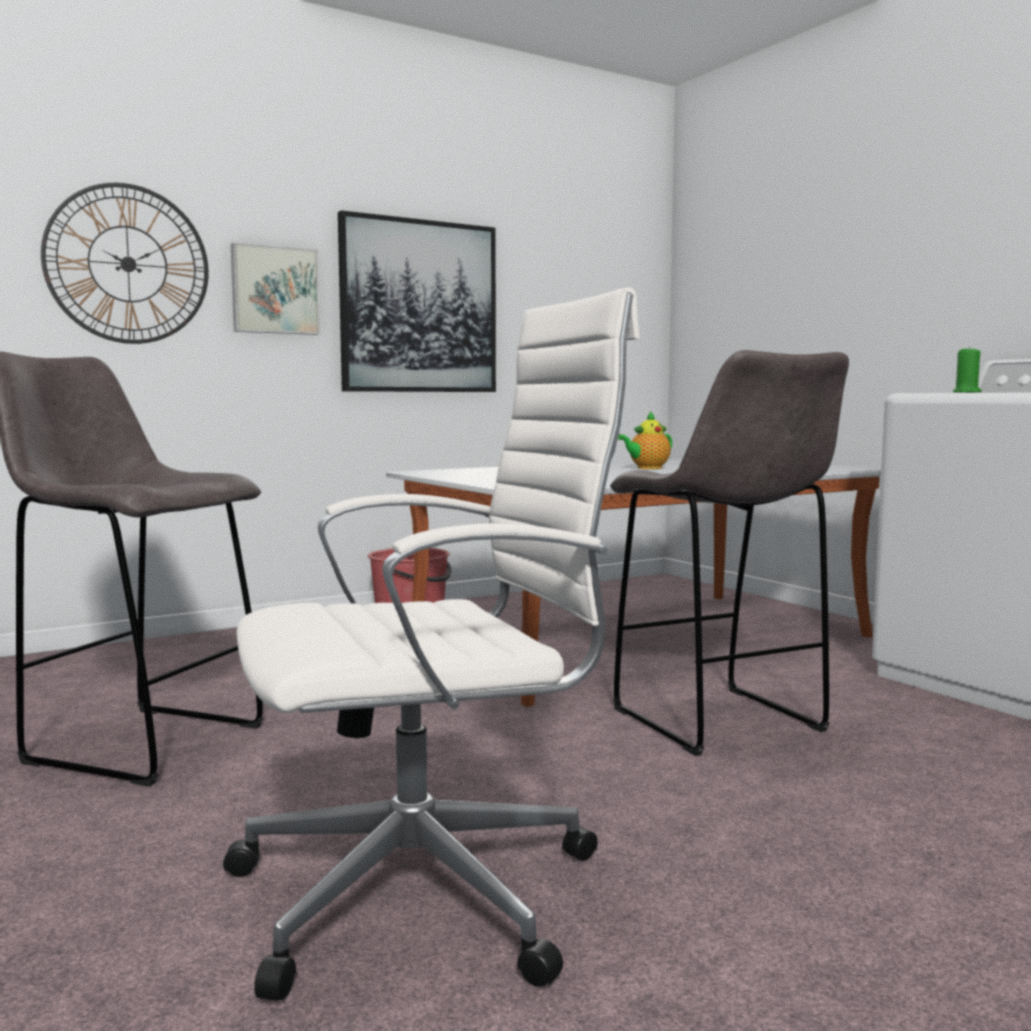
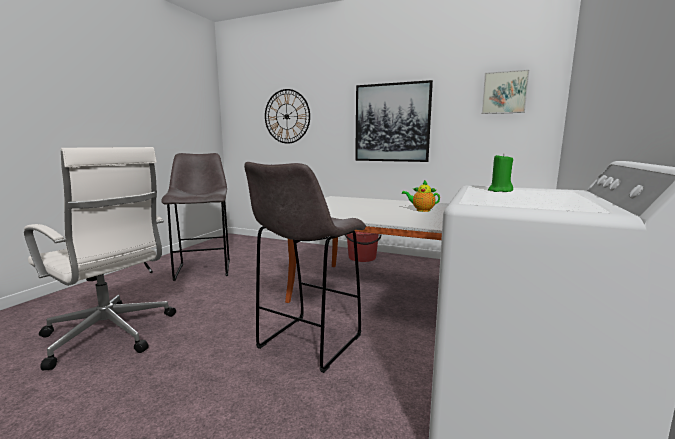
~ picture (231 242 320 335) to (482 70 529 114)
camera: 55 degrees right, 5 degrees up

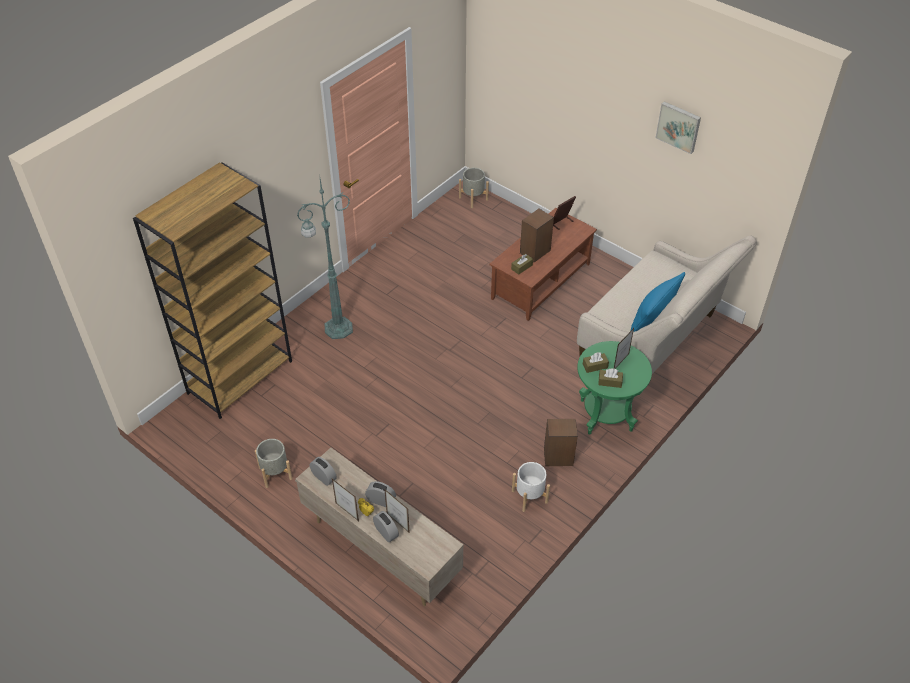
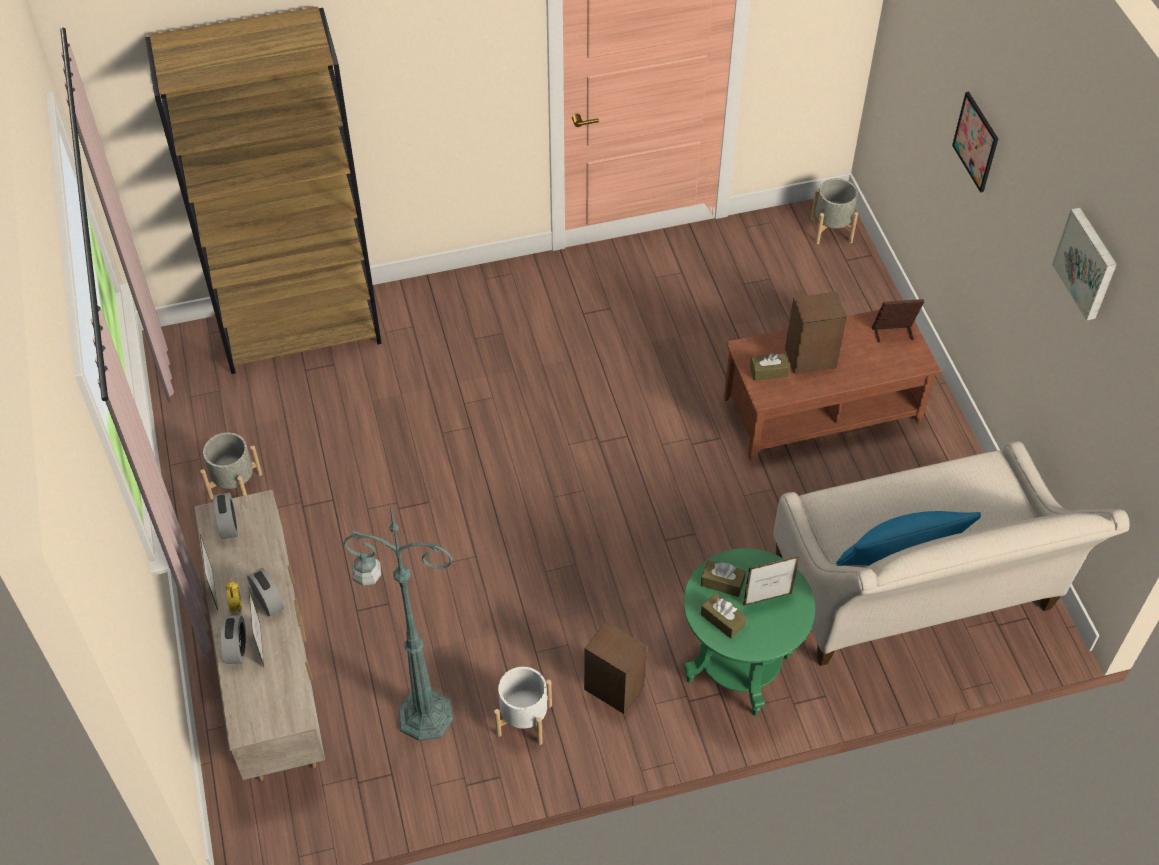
+ picture (952 92 998 193)
~ floor lamp/green (297 173 353 339) to (343 504 453 741)
camera: 35 degrees right, 5 degrees up

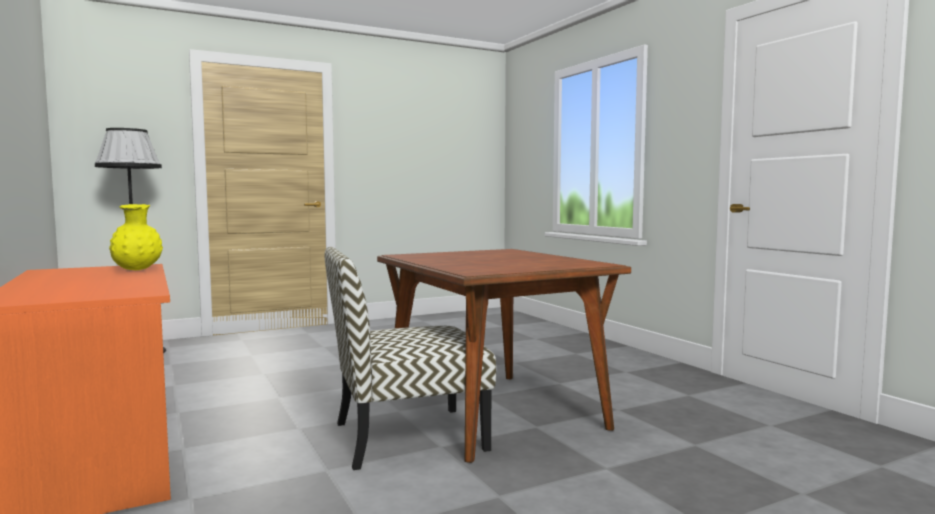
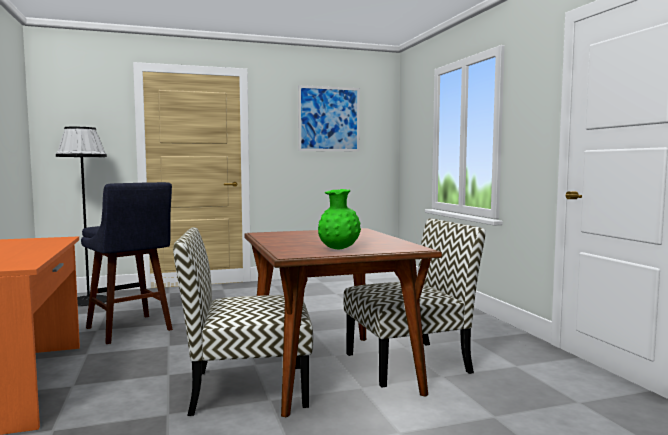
- vase/yellow (109 204 163 270)
+ stool/blue (81 182 173 344)
+ picture (298 85 360 151)
+ vase/green (318 189 361 249)
+ chair (344 218 486 388)
camera: 10 degrees right, 0 degrees up

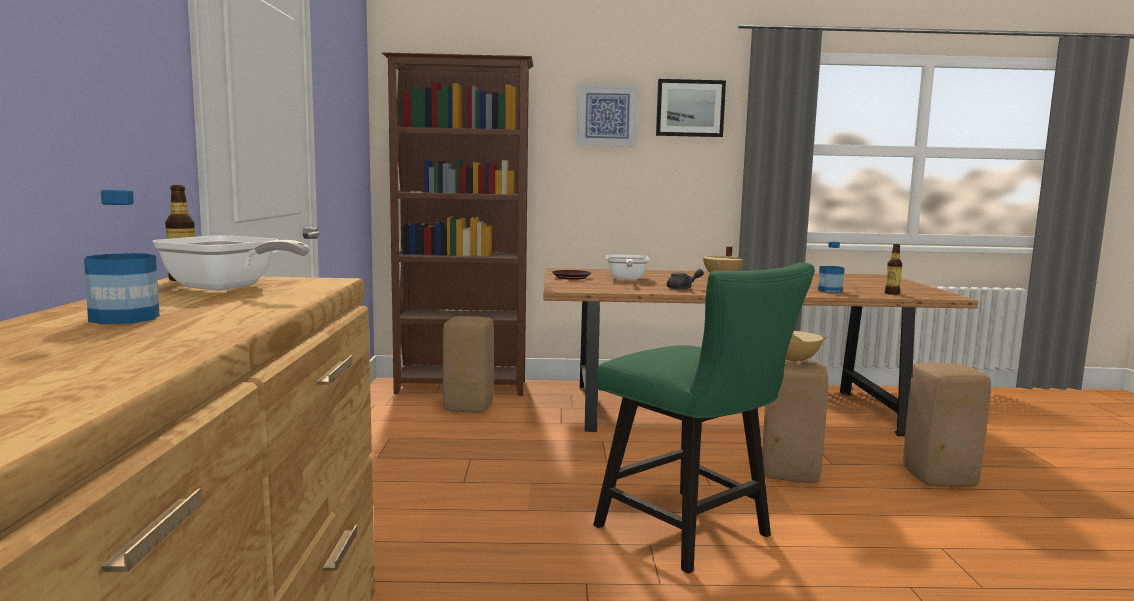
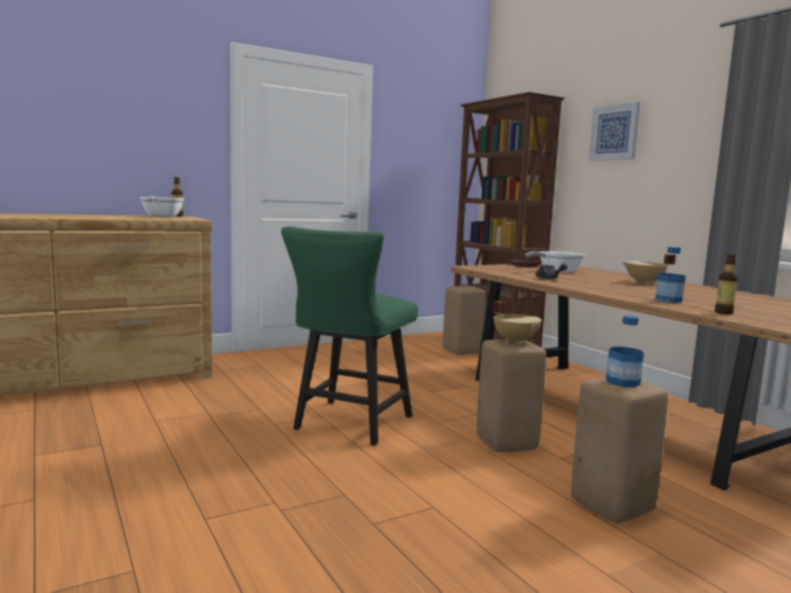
- picture (656 79 726 137)
~ bottle (84 189 160 325) to (606 315 644 387)
camera: 60 degrees right, 0 degrees up

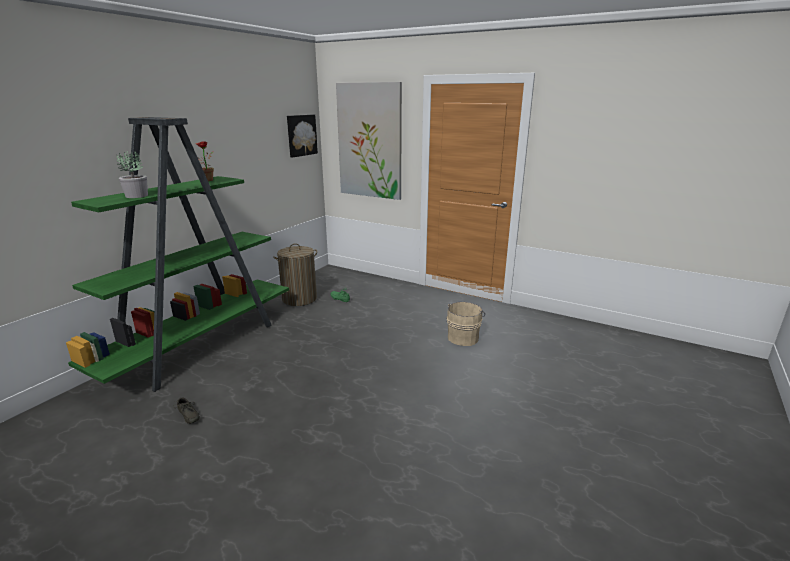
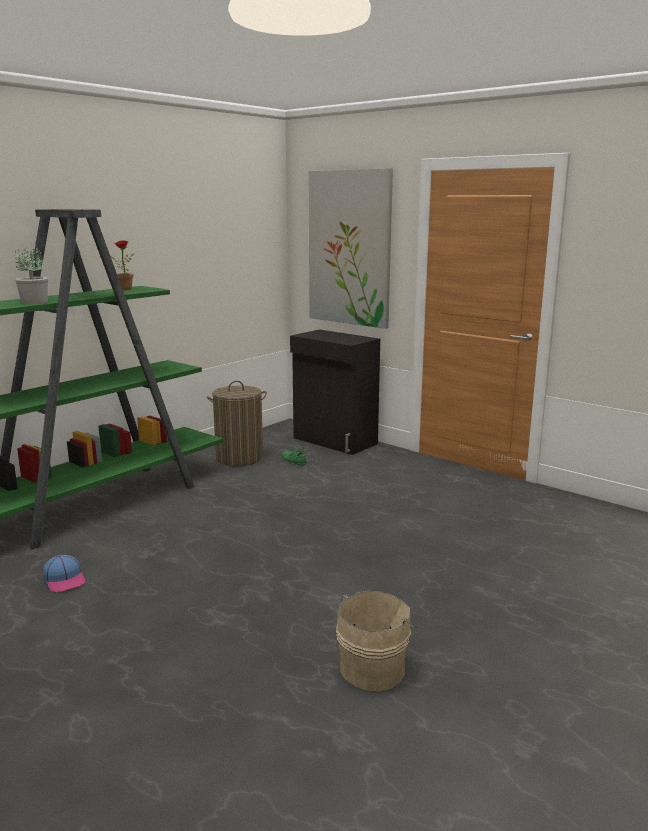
- picture (287 114 318 157)
+ cabinet/black (290 329 380 455)
~ bucket/beige (447 302 485 346) to (336 591 418 692)
~ shoe/grey (173 398 200 424) to cap (43 555 85 592)
camera: 10 degrees right, 5 degrees down

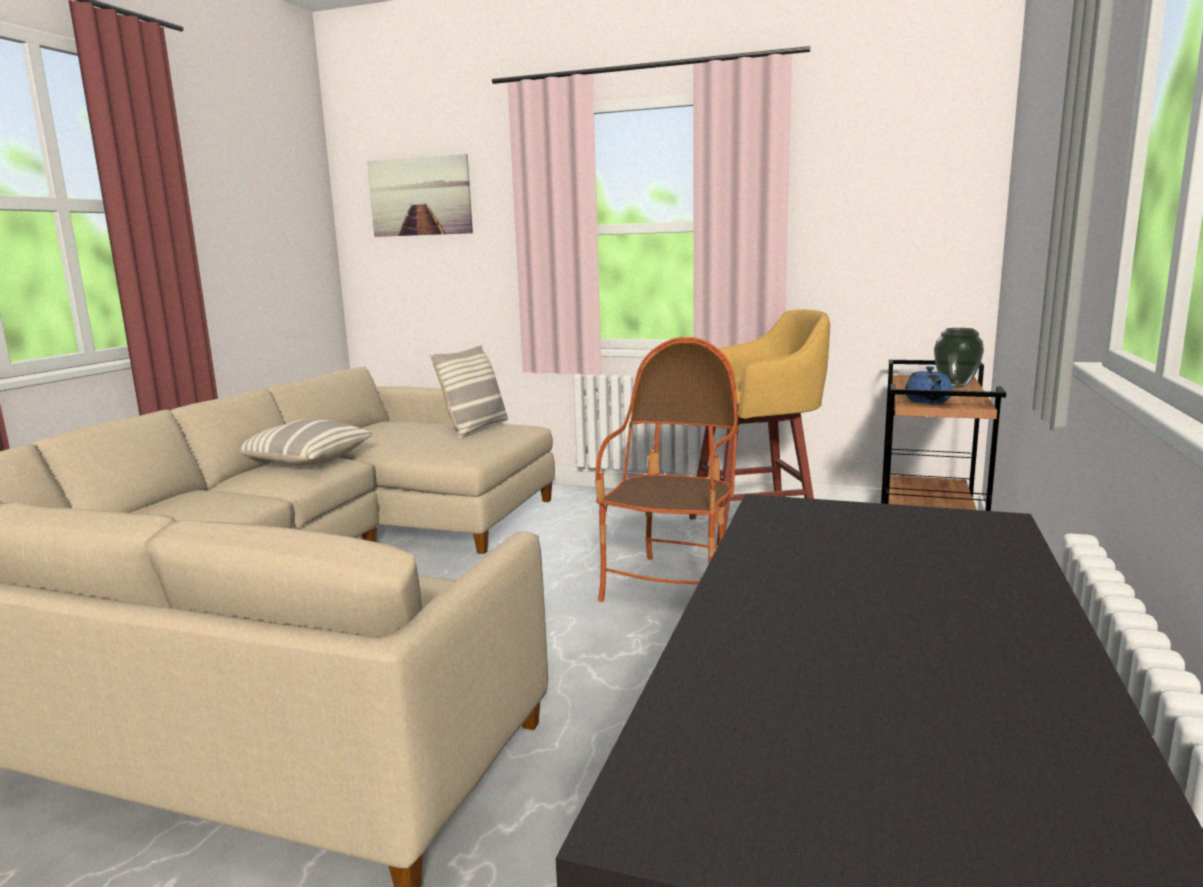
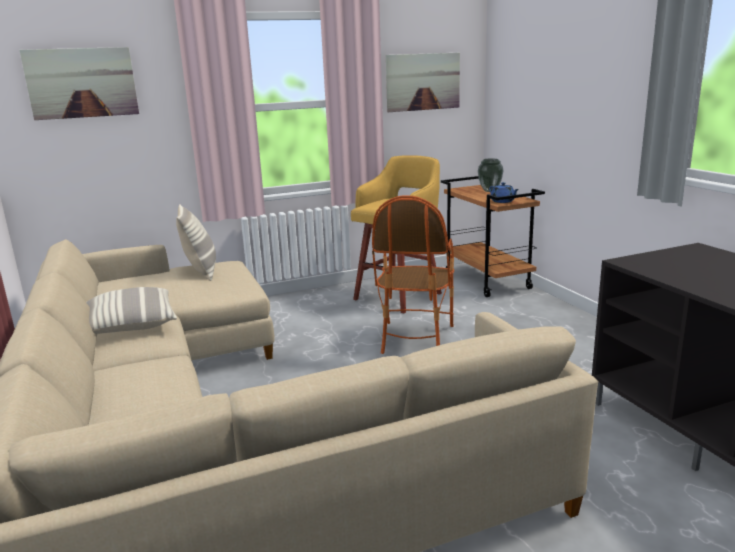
+ picture (386 52 460 112)
~ armchair (595 337 738 602) = (372 196 454 354) 150 degrees counterclockwise
camera: 40 degrees left, 5 degrees up

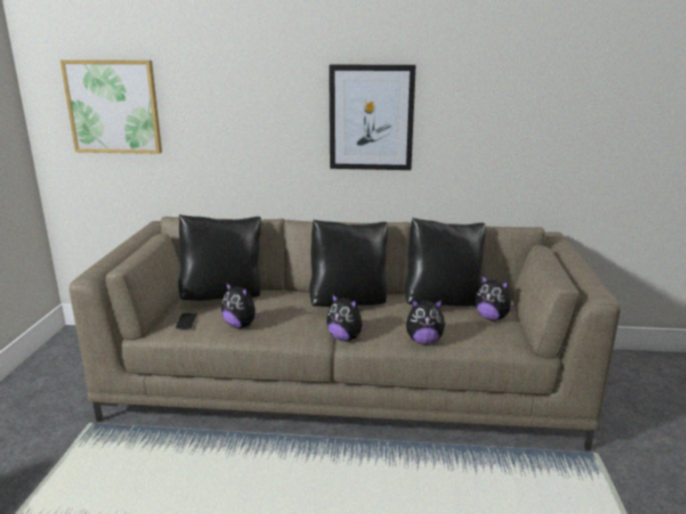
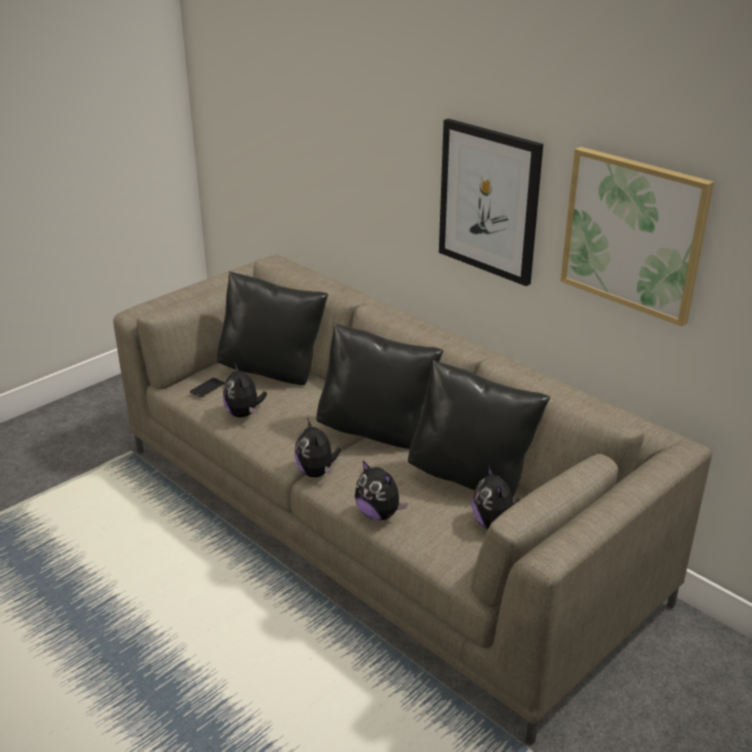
~ picture (60 60 162 154) to (560 147 714 327)
camera: 40 degrees right, 10 degrees up

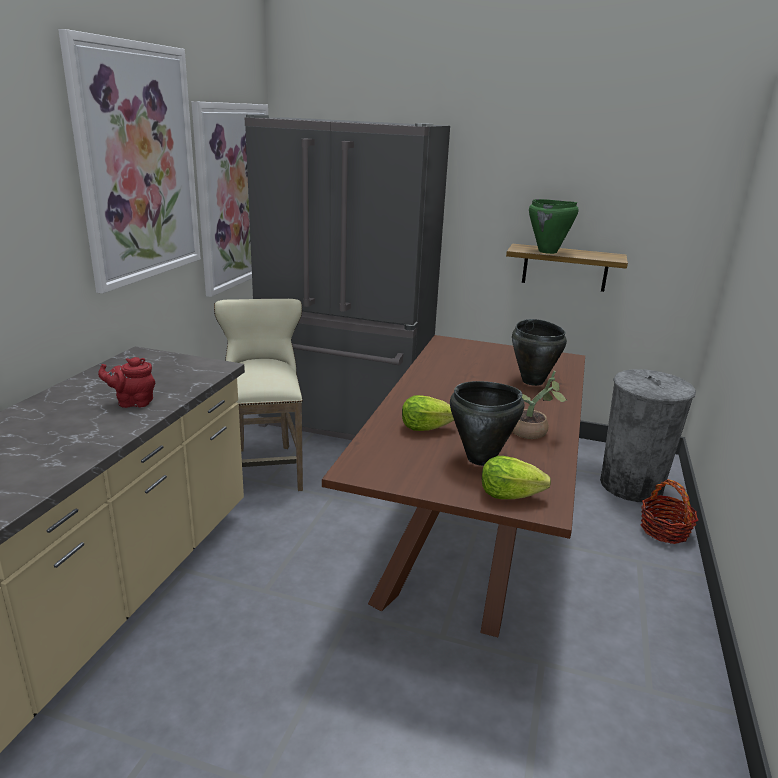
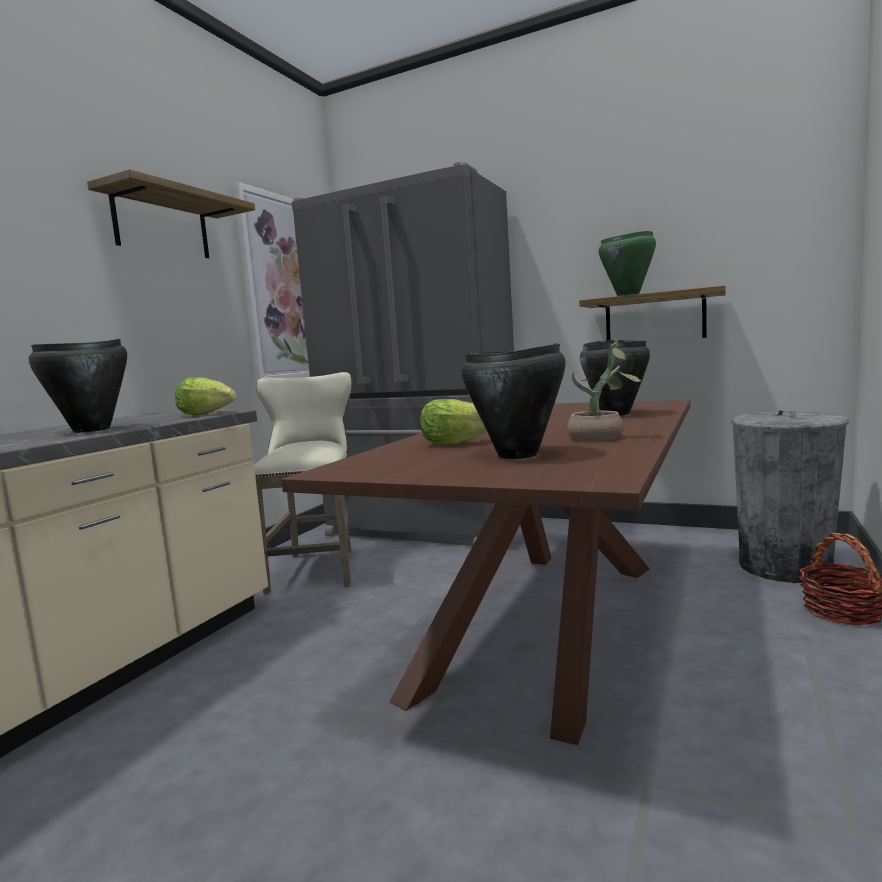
~ lettuce (482 456 551 499) to (175 377 236 415)
~ picture (58 29 201 294) to shelf (87 169 255 258)
~ teapot/red (98 357 155 408) to cooking pot/black (29 339 127 433)
camera: 10 degrees right, 15 degrees down

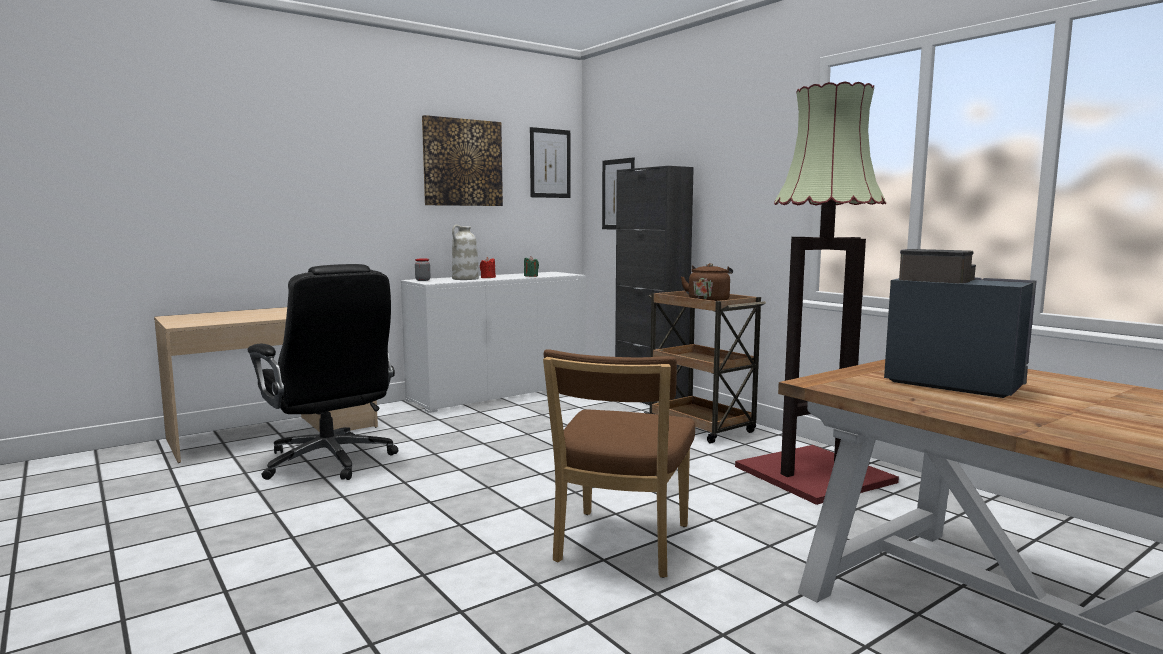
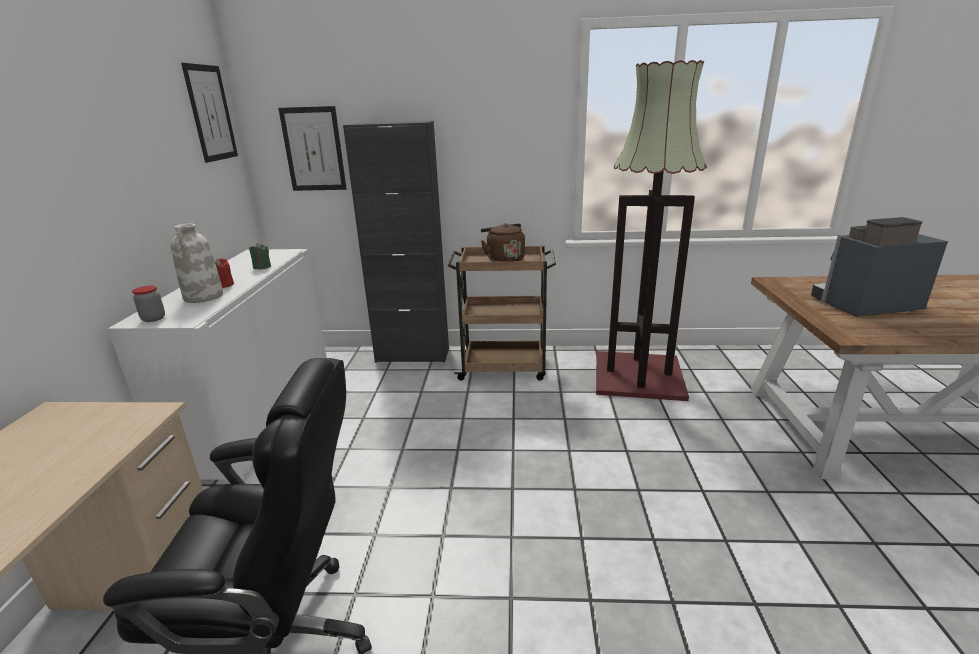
- picture (422 115 503 206)
- chair/brown (543 349 695 578)
camera: 50 degrees left, 15 degrees up

